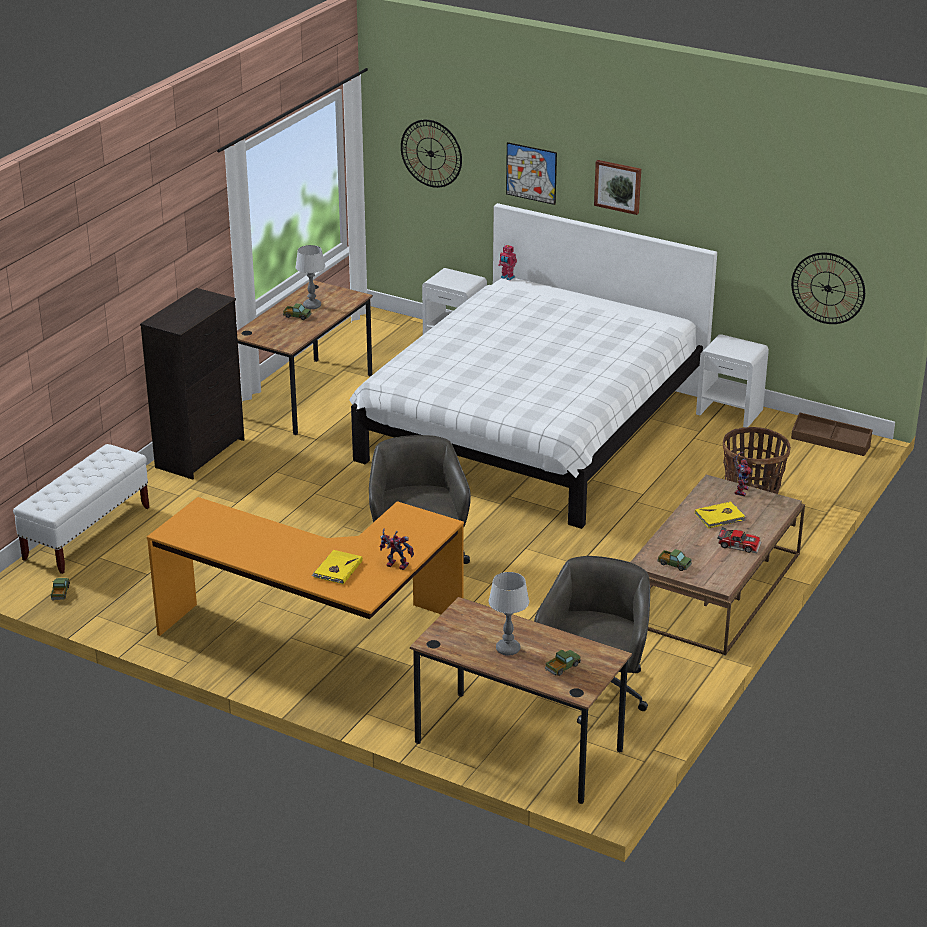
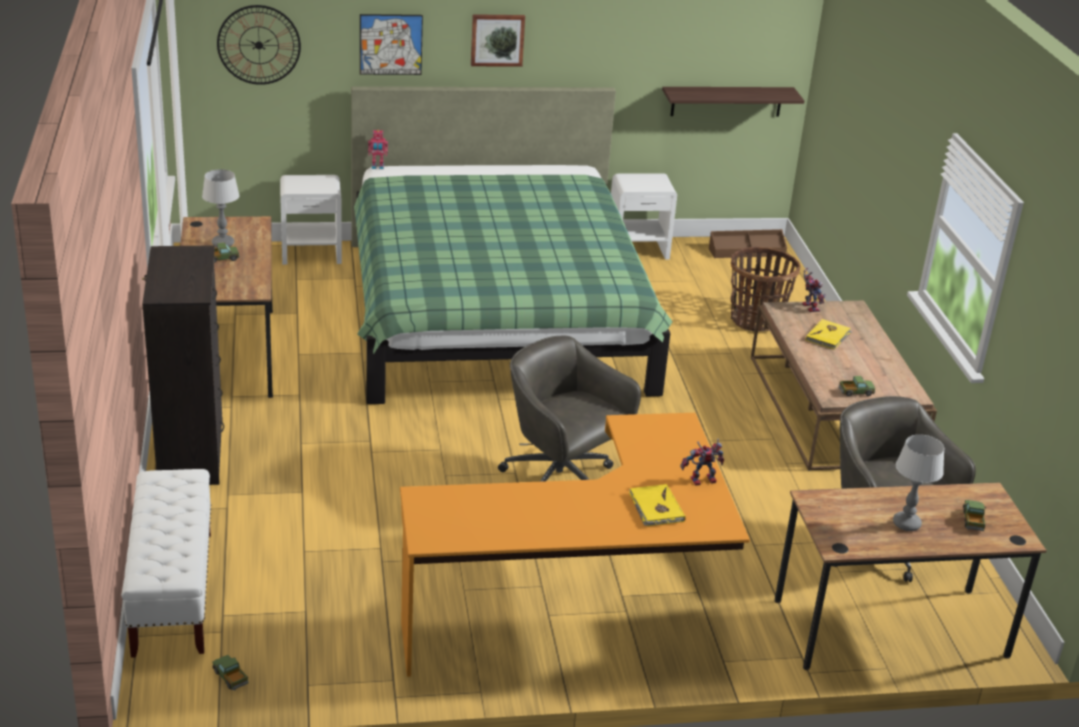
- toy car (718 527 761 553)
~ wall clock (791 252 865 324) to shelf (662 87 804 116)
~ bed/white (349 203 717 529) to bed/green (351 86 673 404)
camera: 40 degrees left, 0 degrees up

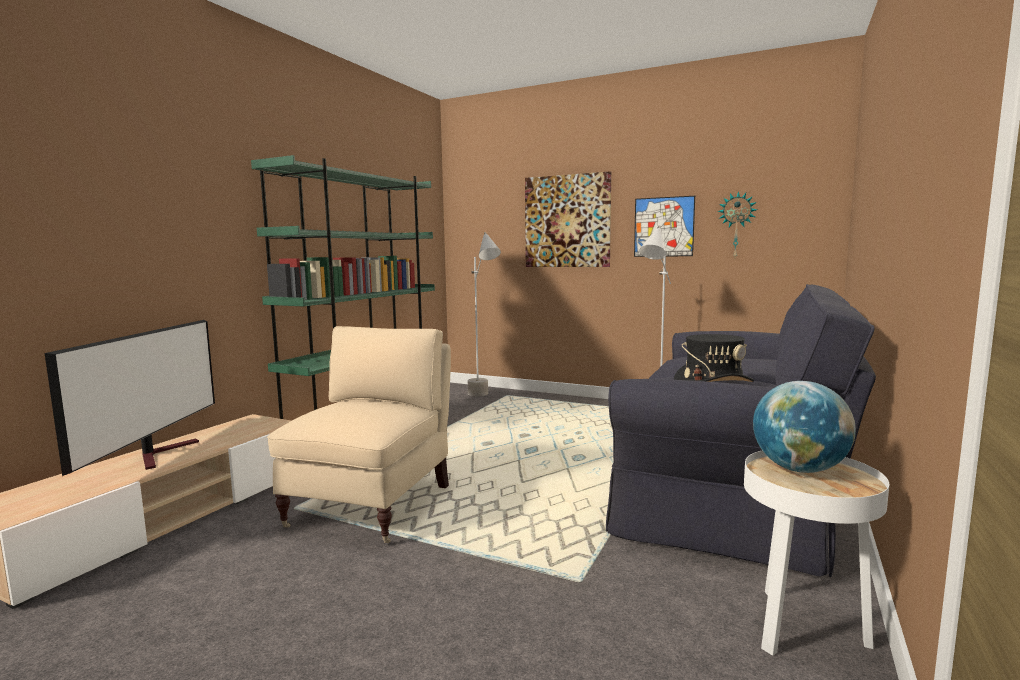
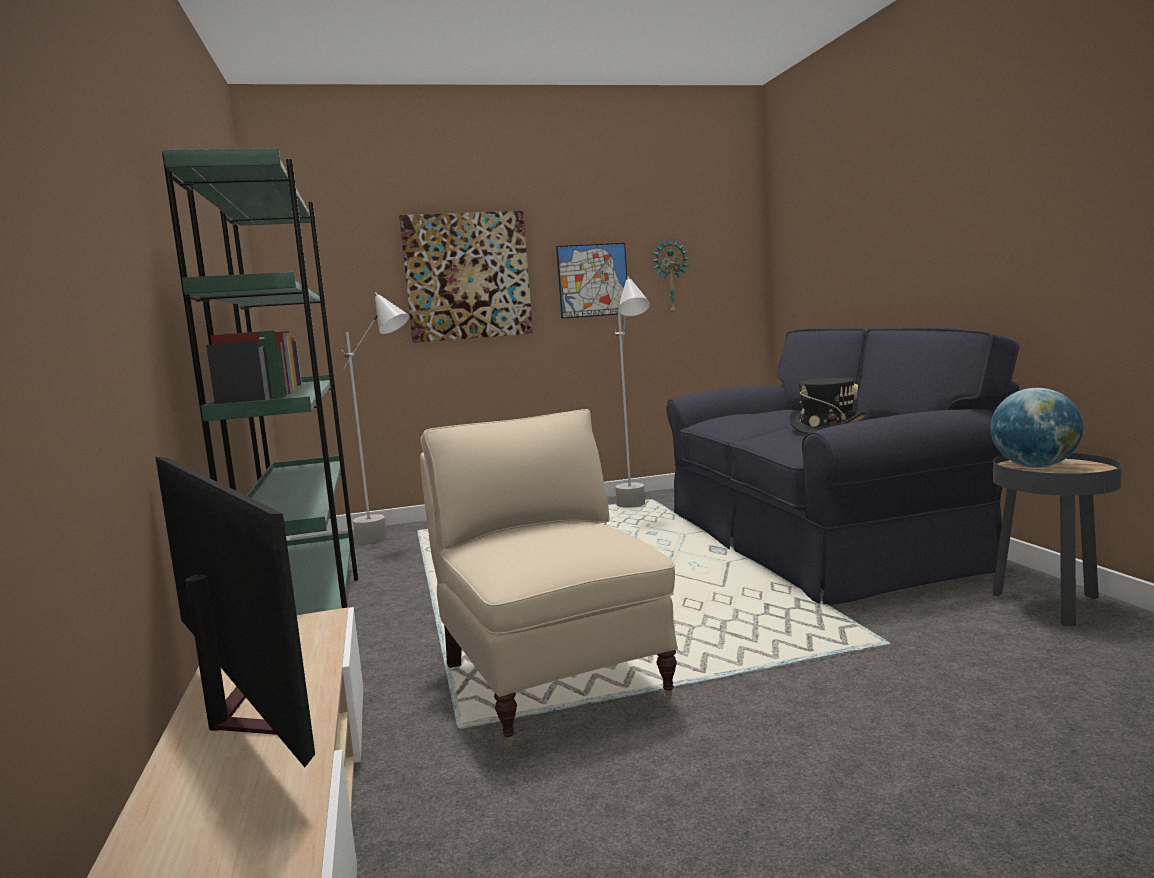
~ side table/white (744 451 889 656) to side table/black (992 453 1122 626)
camera: 40 degrees left, 0 degrees up

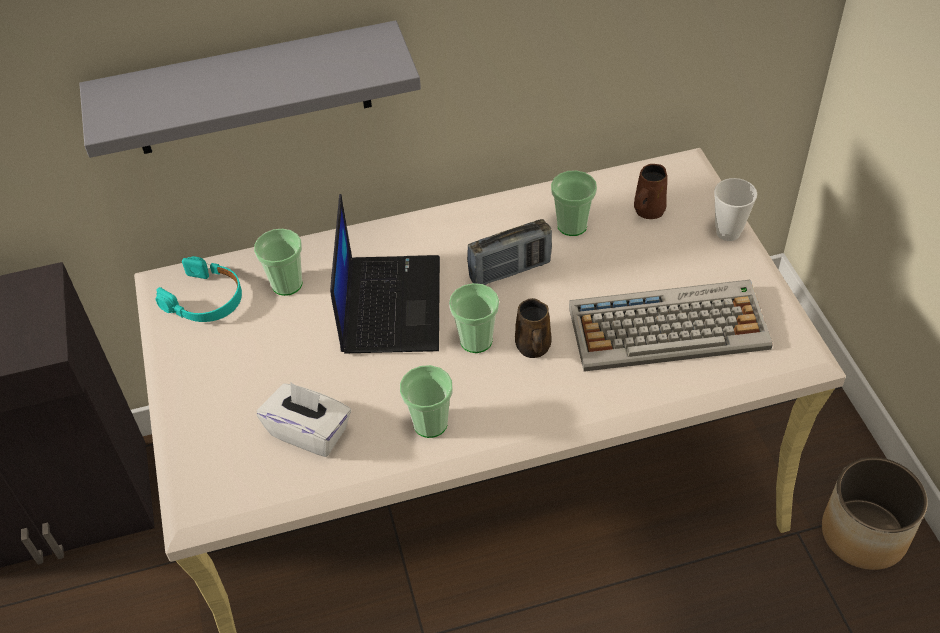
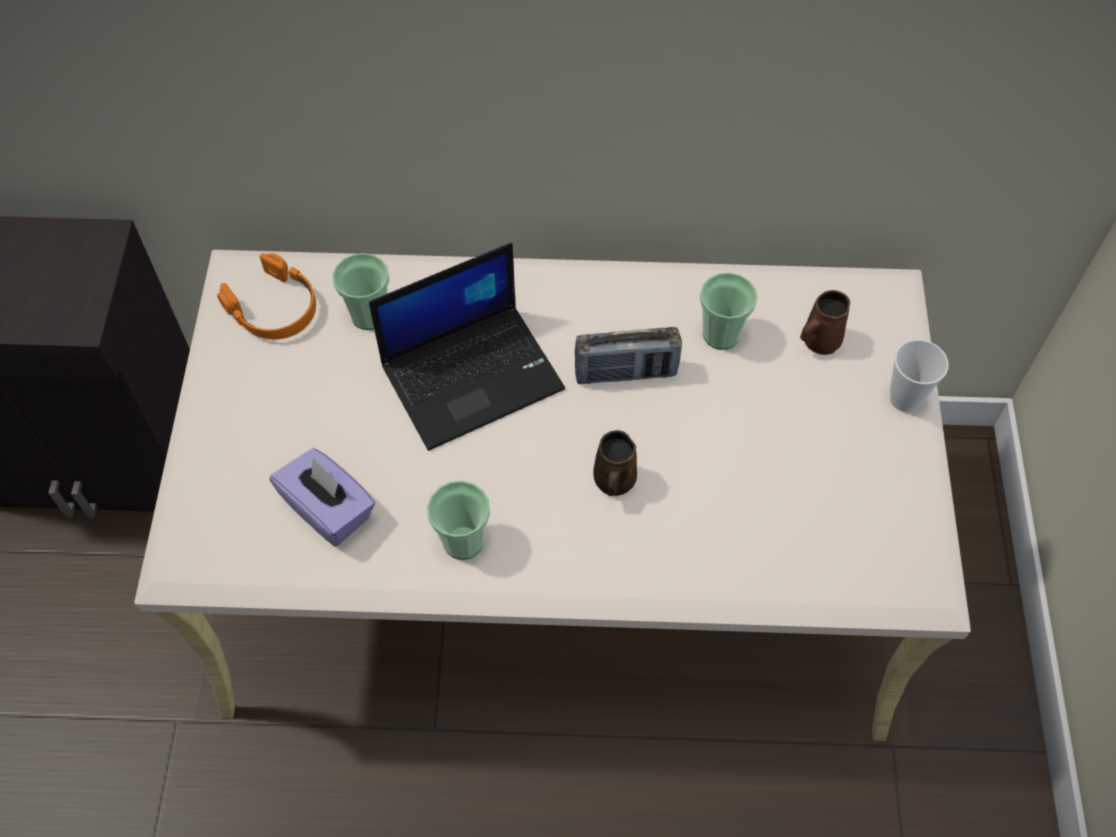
- shelf/grey (79 20 421 158)
- cup (449 283 499 353)
- keyboard (569 280 773 372)
- planter (822 457 928 570)
~ headphones/turquoise (156 256 242 322) to headphones/orange (217 253 316 339)
~ tissue box/white (257 382 351 457) to tissue box/purple (270 448 375 547)
~ laptop (330 194 440 354) = (369 243 565 451) 45 degrees clockwise
camera: 15 degrees right, 10 degrees up

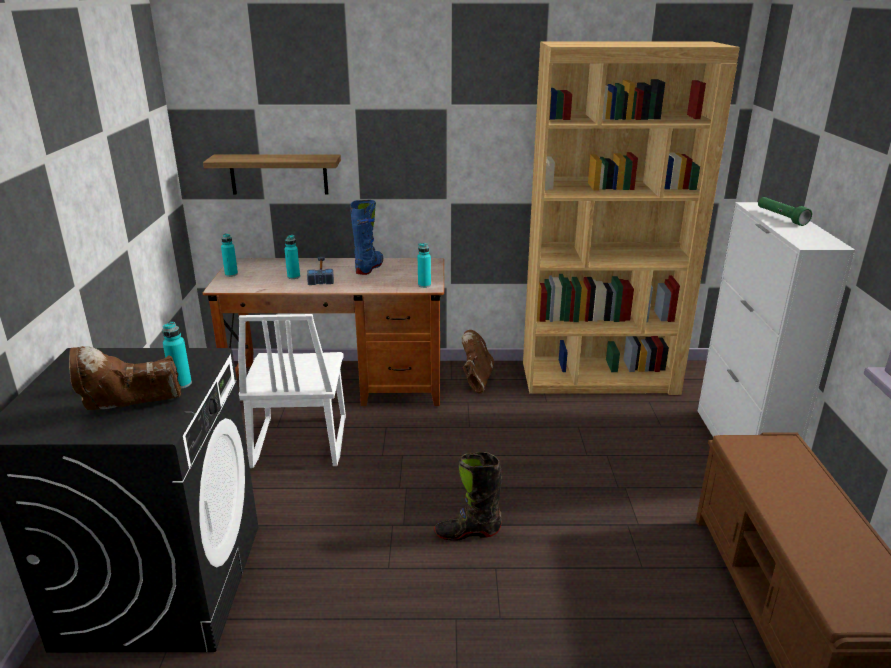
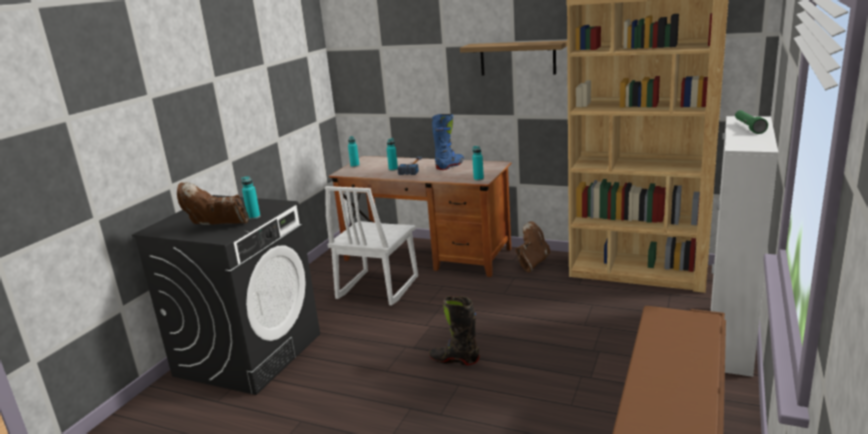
~ shelf (203 155 341 195) to (460 41 567 76)
camera: 25 degrees right, 5 degrees down

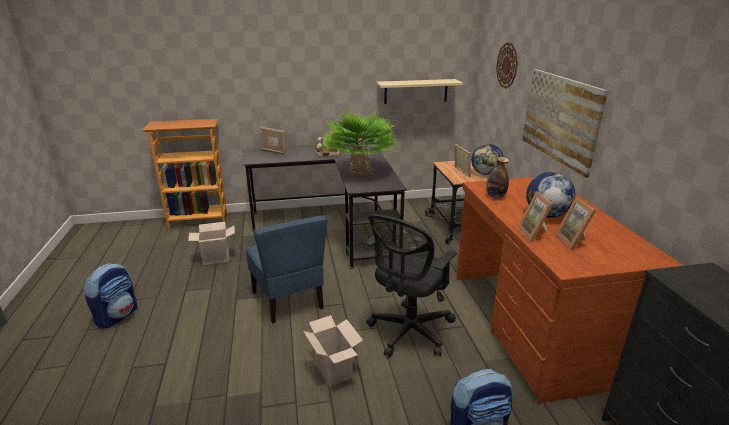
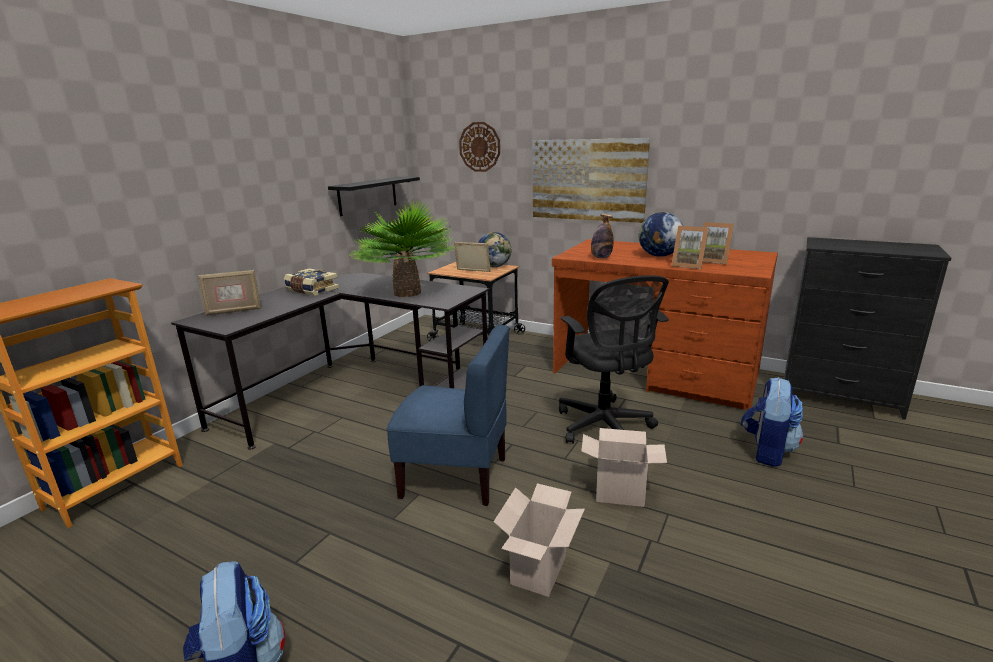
~ cardboard box (188 222 235 265) to (494 483 585 597)
~ shelf/beige (377 79 463 104) to shelf/black (328 177 420 216)
camera: 50 degrees left, 5 degrees down

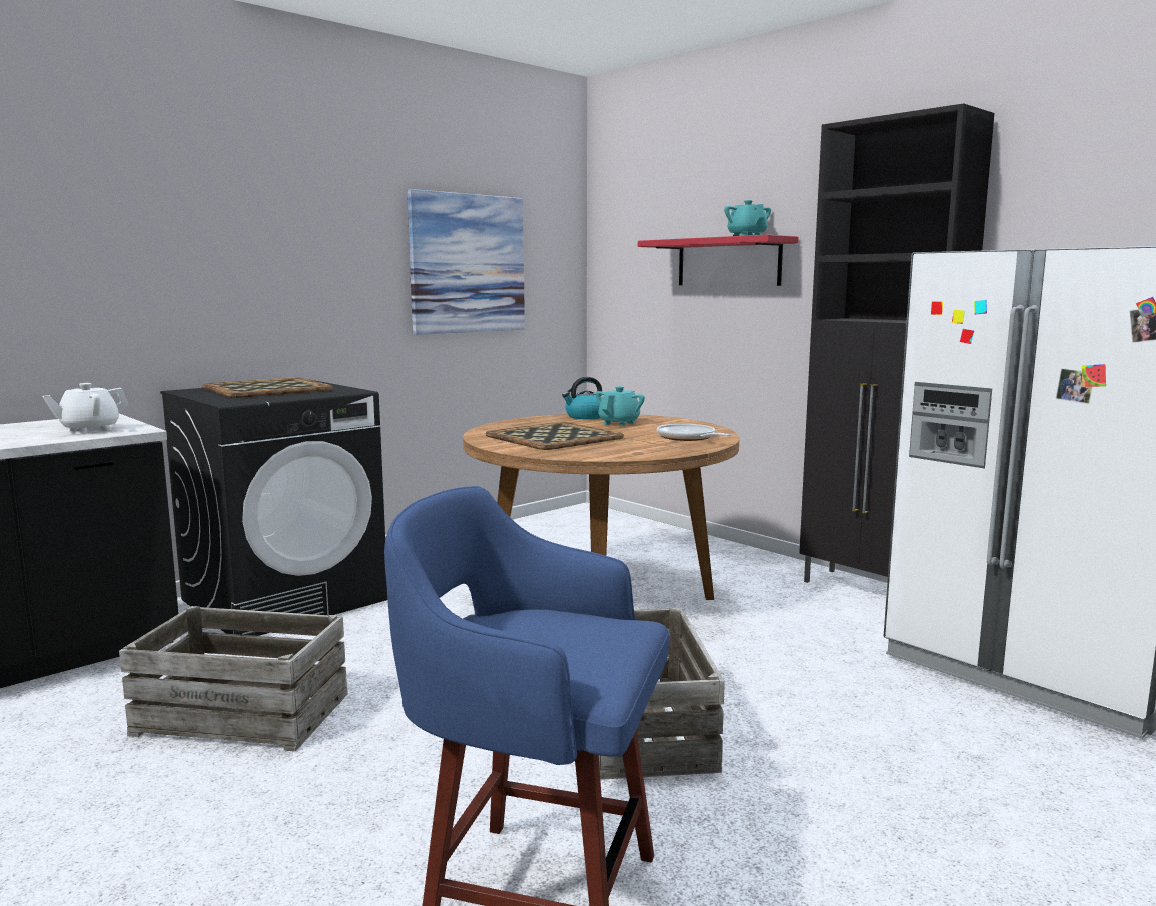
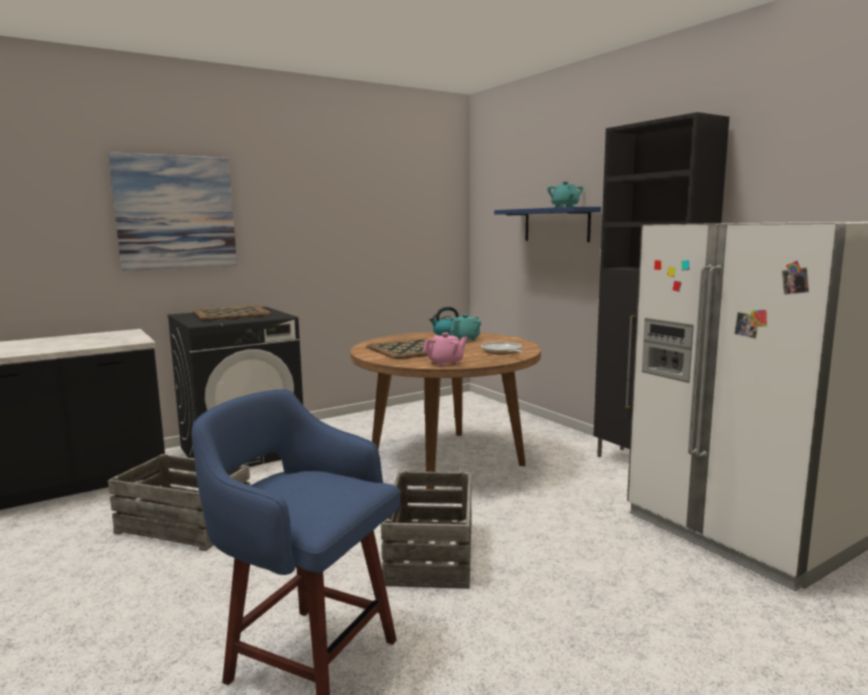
- teapot/white (42 383 129 434)
+ teapot/pink (423 333 467 367)
~ picture (408 189 525 335) to (108 152 237 271)
~ shelf/red (638 235 799 286) to shelf/blue (494 207 601 242)
camera: 10 degrees right, 0 degrees up

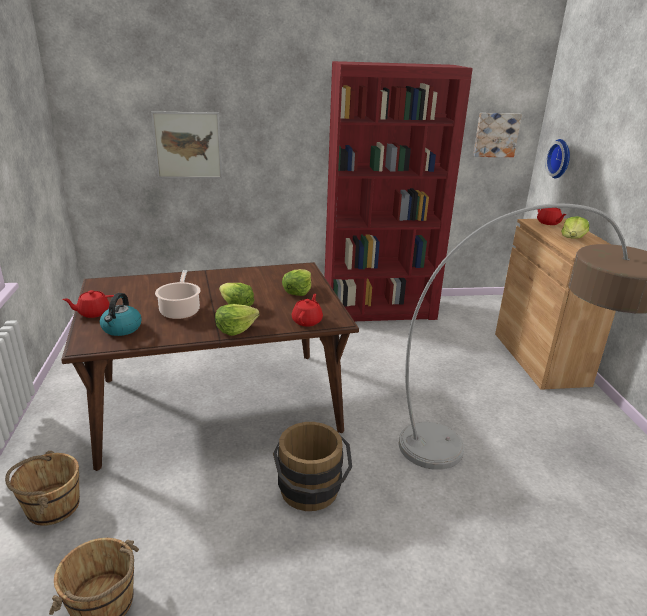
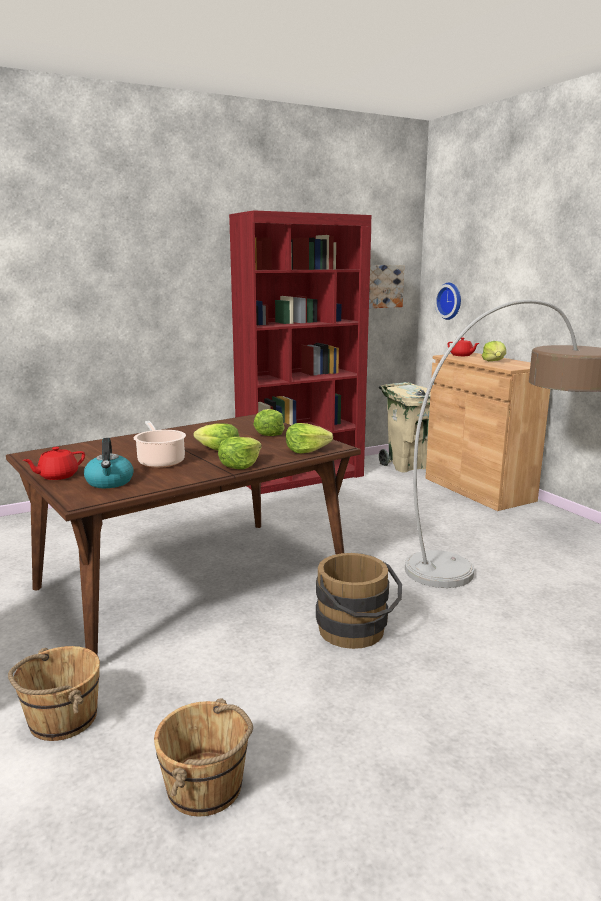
- picture (151 111 222 178)
+ trash can/beige (379 382 431 472)
~ teapot/red (292 294 323 326) to lettuce (286 423 333 453)
camera: 20 degrees left, 10 degrees down

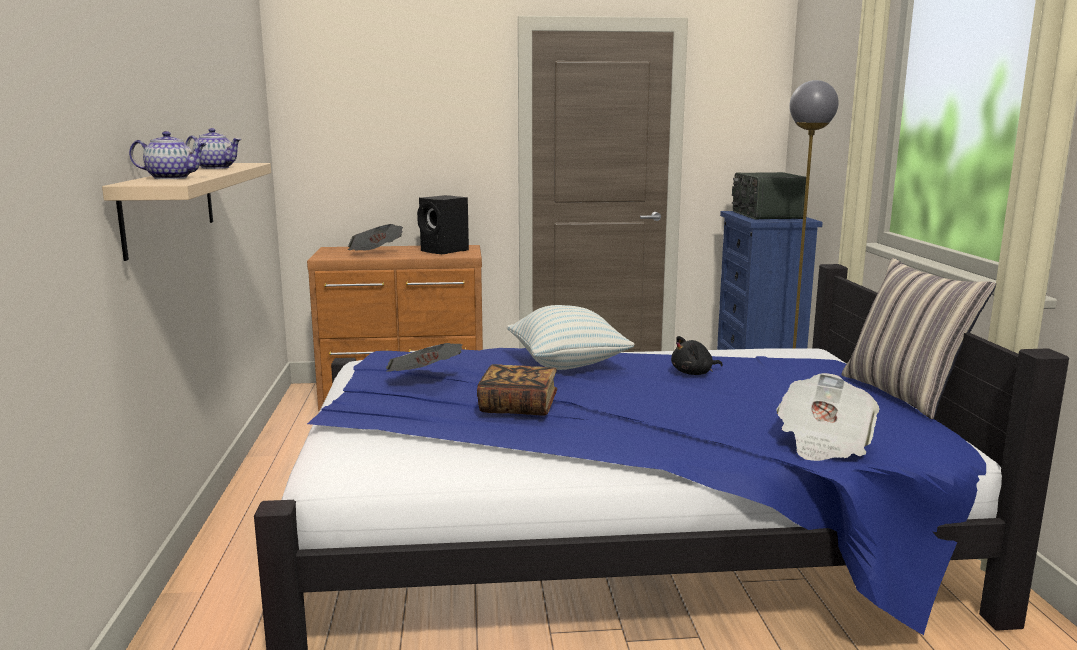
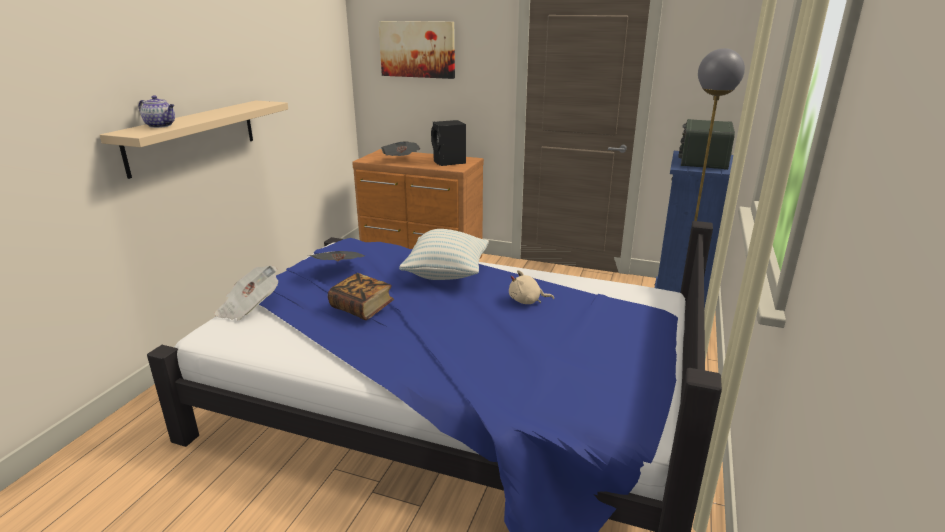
- teapot (186 128 241 169)
- pillow (842 258 996 419)
+ picture (378 21 455 79)
~ newspaper (777 373 880 461) to (214 265 279 321)
~ plush toy/black (671 336 723 375) to plush toy/beige (509 270 554 304)
camera: 25 degrees right, 10 degrees up

